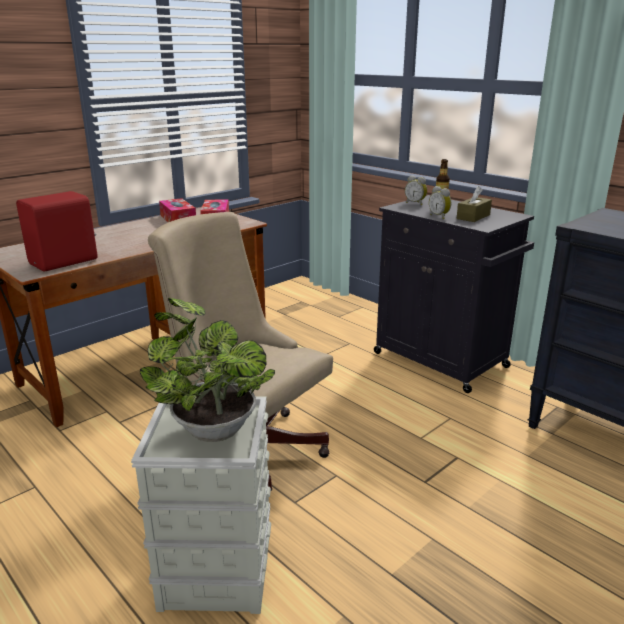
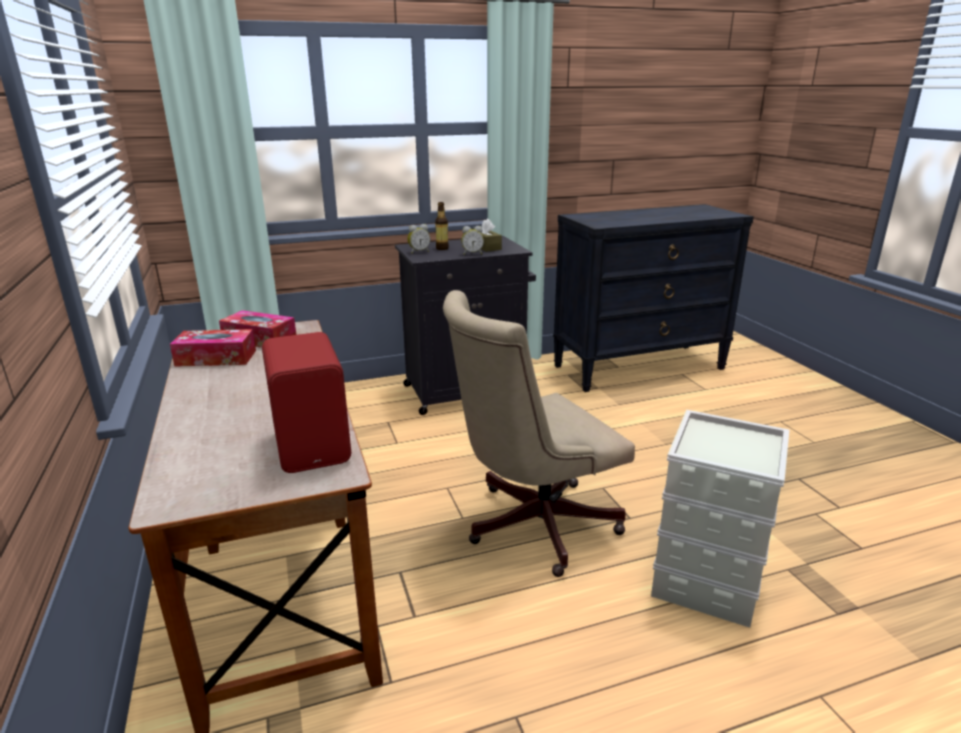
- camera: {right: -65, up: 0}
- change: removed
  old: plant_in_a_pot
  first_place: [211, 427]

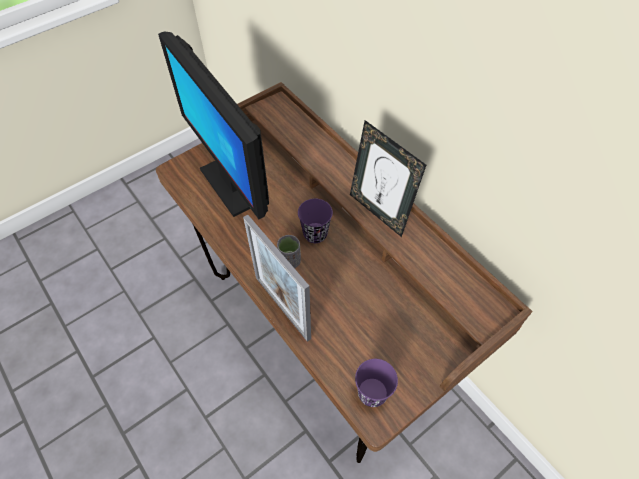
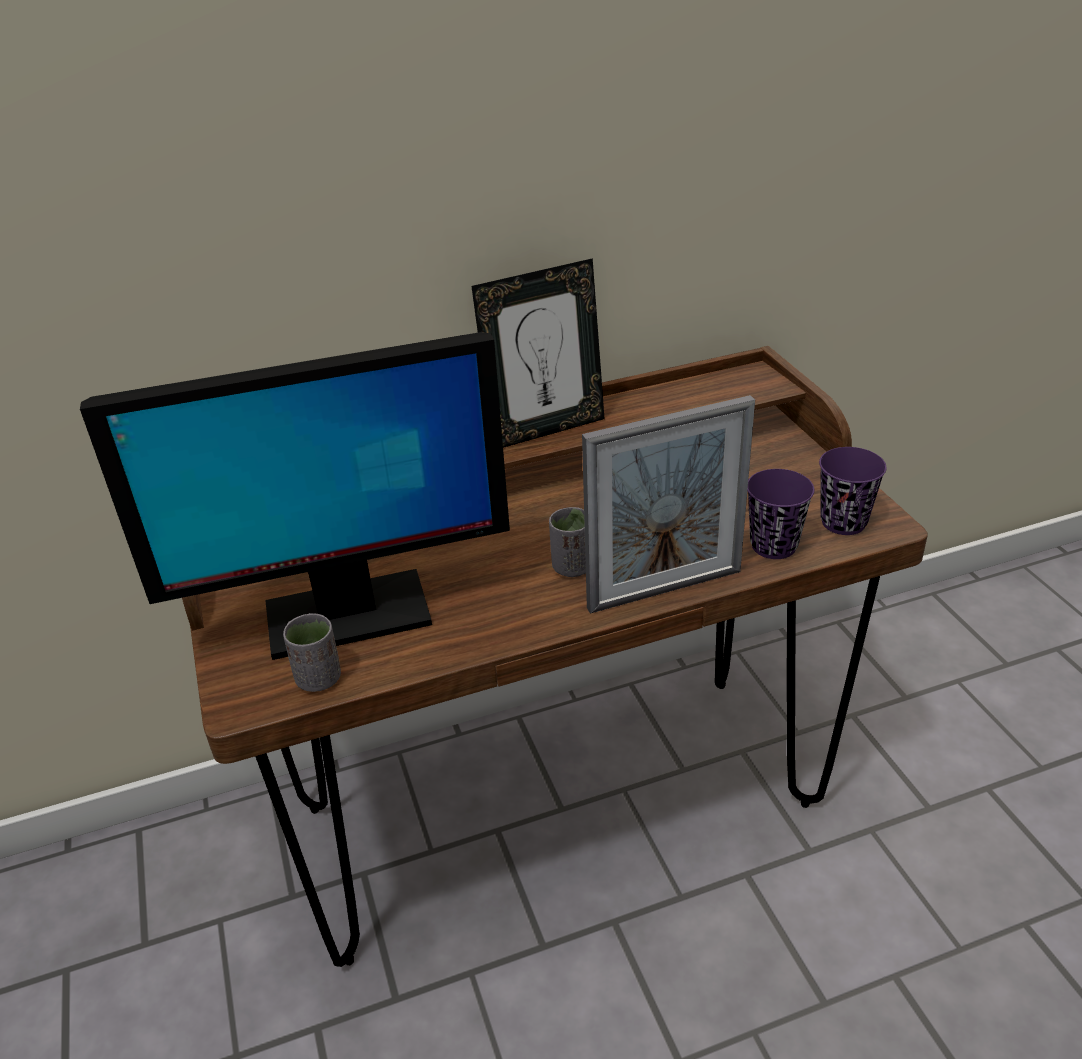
- camera: {right: -70, up: -20}
- change: moved
  old: purple-coloured_drinking_cup
  first_place: [315, 234]
  second_place: [773, 545]
- change: added
  new: grey_drinking_cup
  second_place: [319, 679]

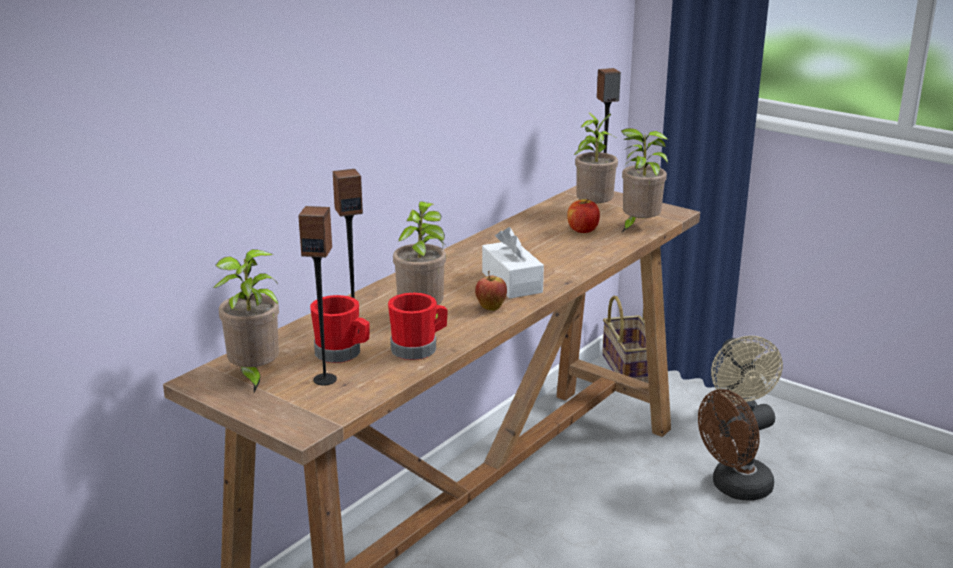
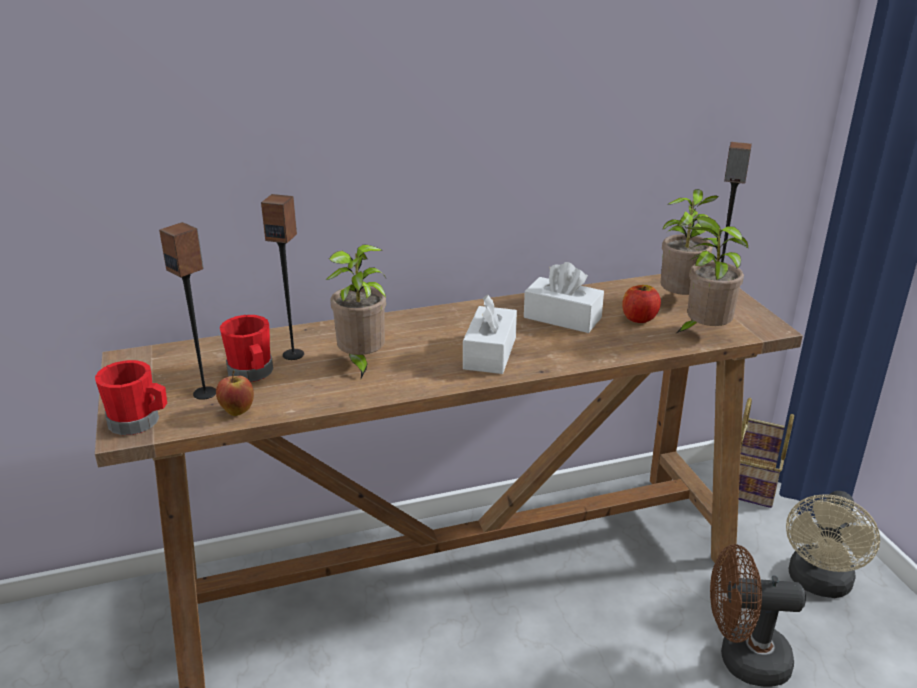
- camera: {right: 35, up: 5}
- change: removed
  old: plant_in_a_pot
  first_place: [254, 376]
- change: moved
  old: red_mug
  first_place: [419, 348]
  second_place: [139, 422]
- change: moved
  old: apple
  first_place: [491, 308]
  second_place: [237, 411]
- change: added
  new: whitish_tissue_box
  second_place: [562, 318]

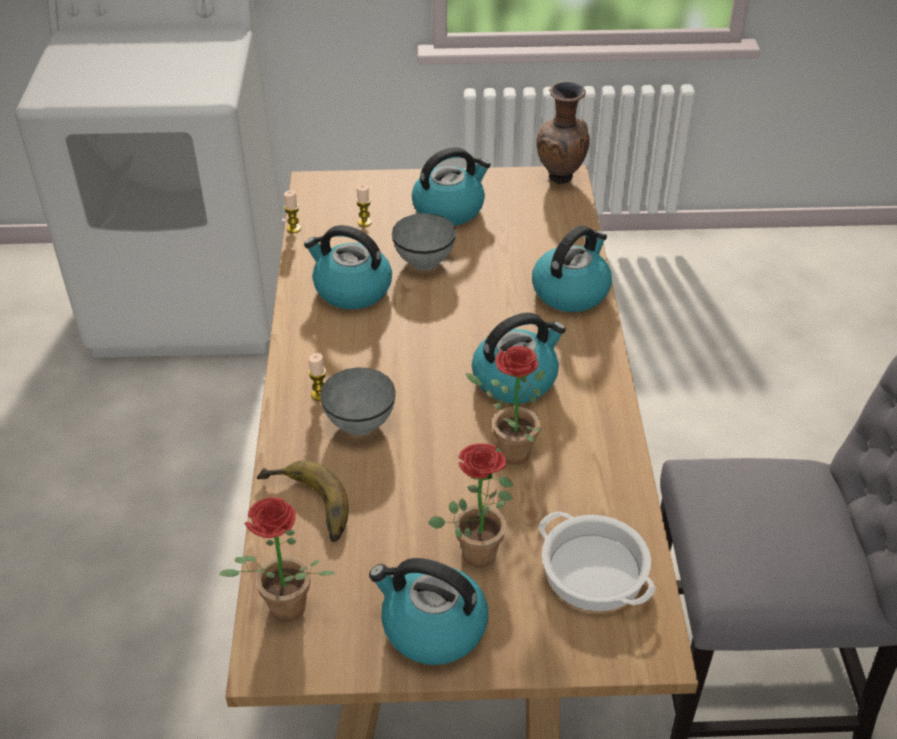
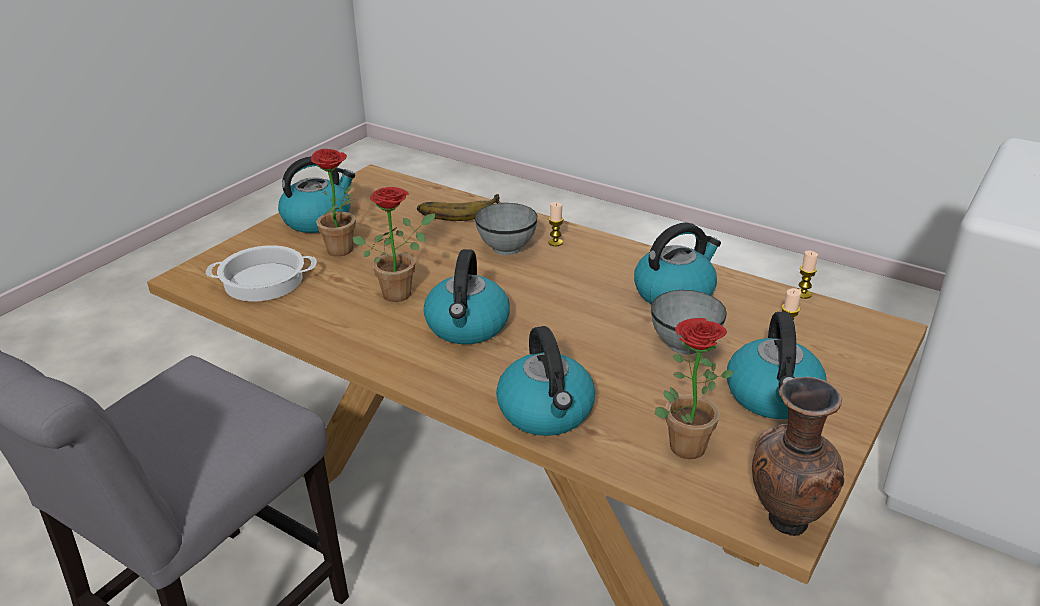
- camera: {right: 125, up: -10}
- change: moved
  old: plant_in_a_pot
  first_place: [282, 612]
  second_place: [683, 441]

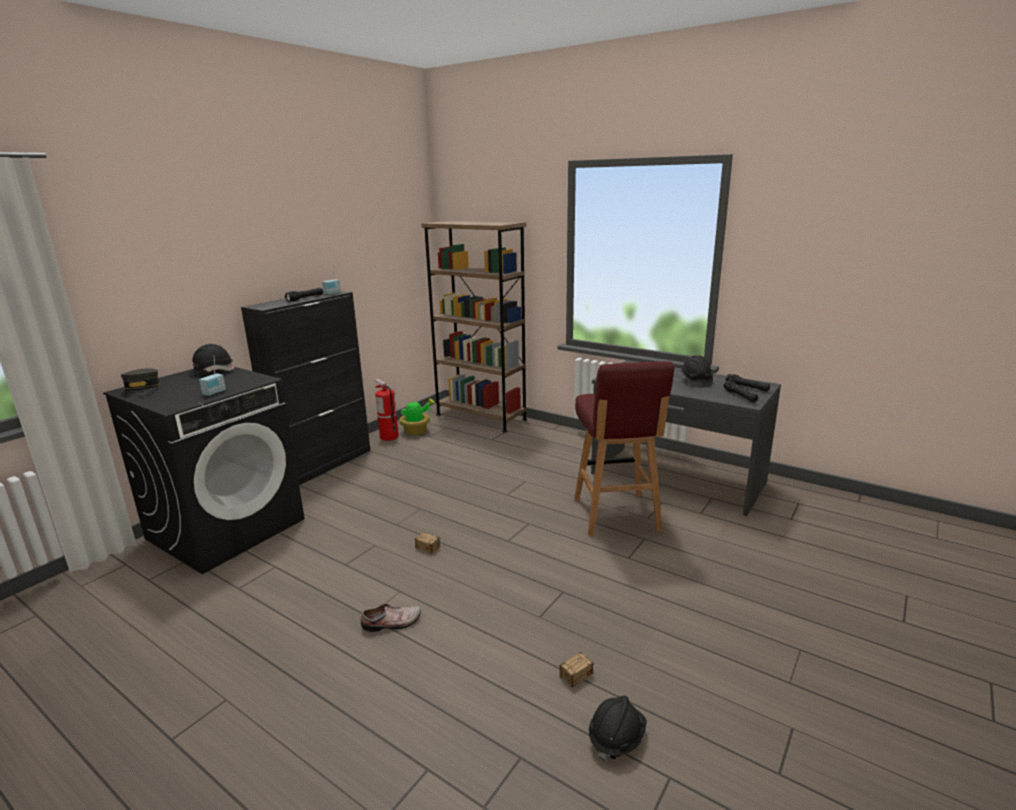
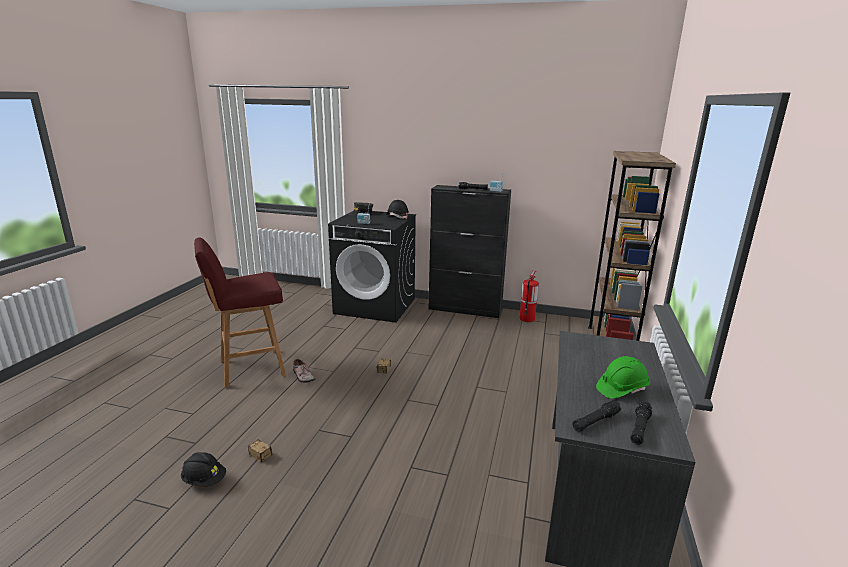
- camera: {right: 70, up: 0}
- change: removed
  old: plant_in_a_pot
  first_place: [416, 431]
- change: moved
  old: red_stool
  first_place: [616, 515]
  second_place: [250, 368]
- change: recoloured
  old: black_work_helmet
  new: greenish_work_helmet
  first_place: [696, 381]
  second_place: [621, 389]

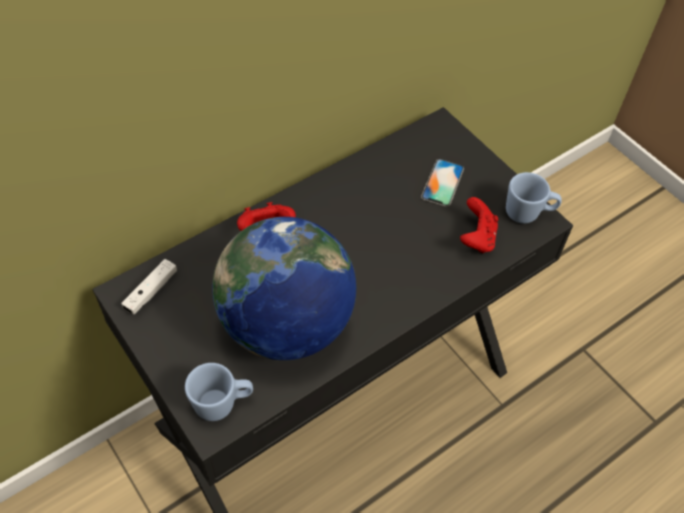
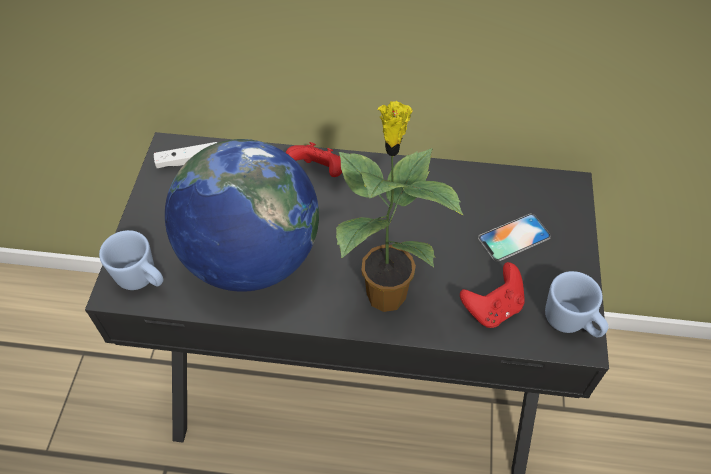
- camera: {right: 45, up: 0}
- change: added
  new: plant_in_a_pot
  second_place: [385, 292]

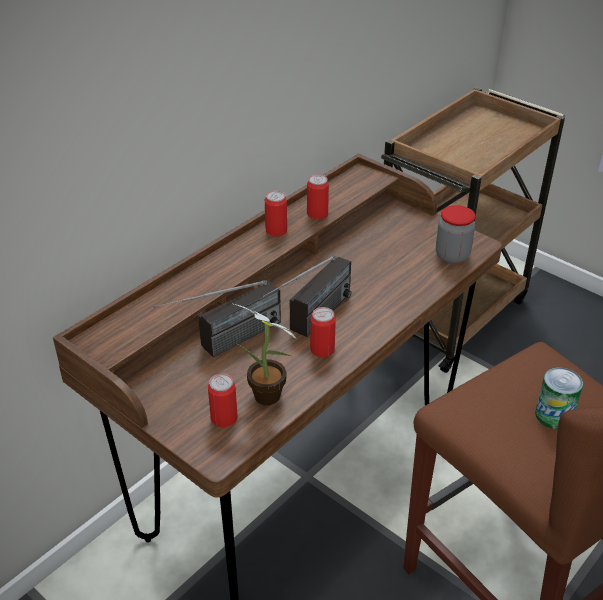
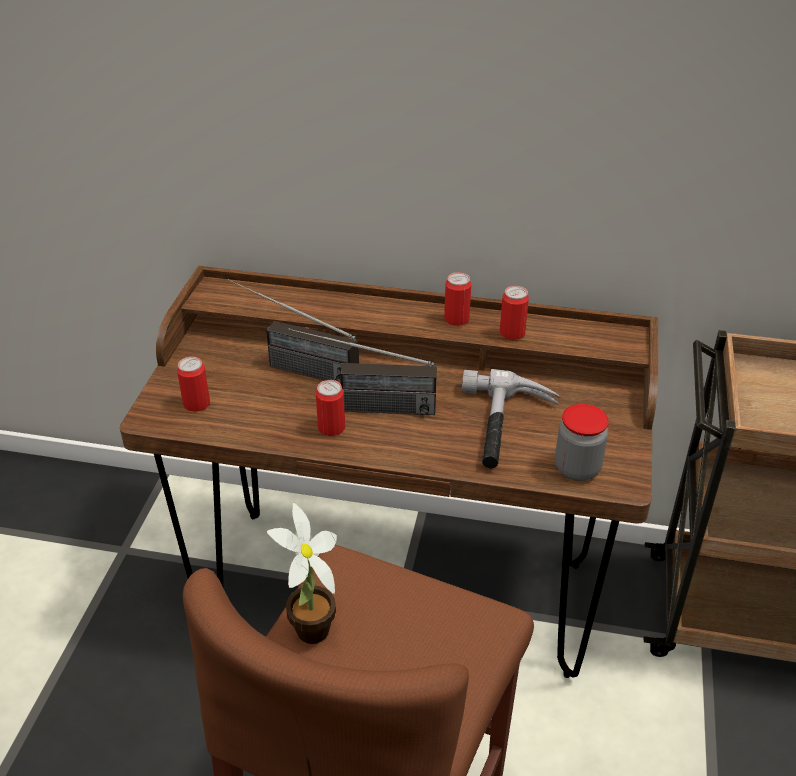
- camera: {right: 60, up: 0}
- change: moved
  old: plant_in_a_pot
  first_place: [270, 399]
  second_place: [309, 635]
- change: removed
  old: metal_can
  first_place: [553, 415]
- change: added
  new: hand_hammer
  second_place: [506, 427]

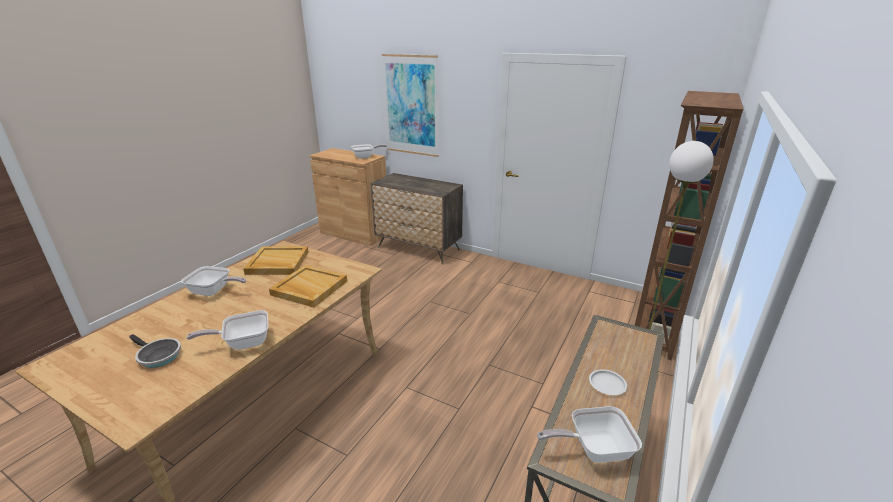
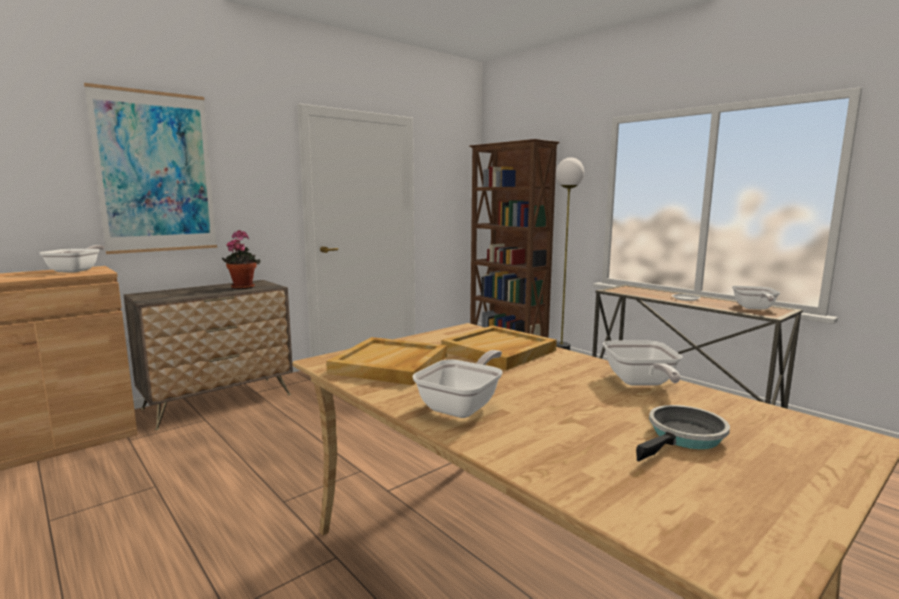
- camera: {right: -70, up: -15}
- change: added
  new: plant_in_a_pot
  second_place: [243, 287]

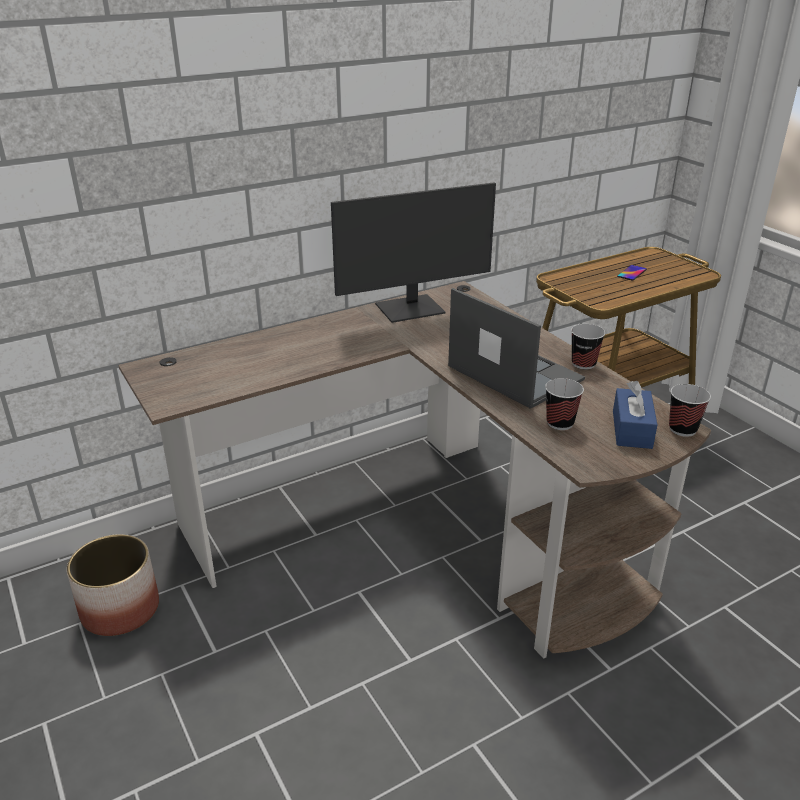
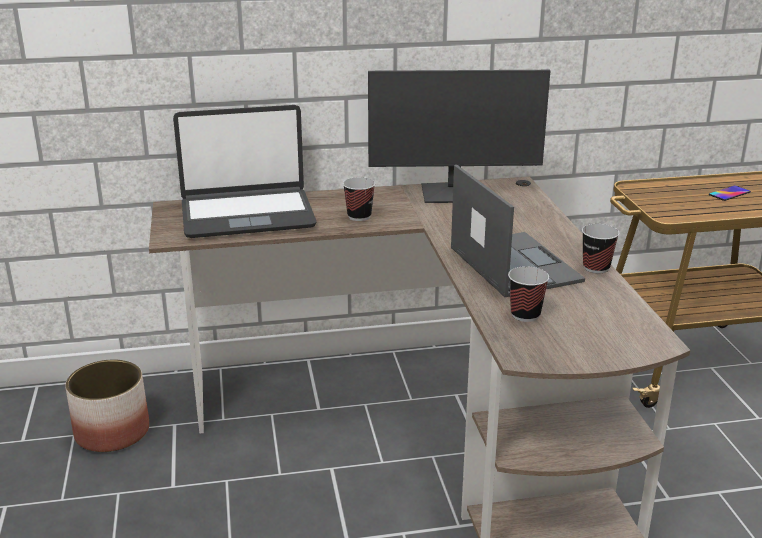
- camera: {right: 20, up: -5}
- change: removed
  old: bluish_tissue_box
  first_place: [632, 429]
- change: moved
  old: drinking_cup
  first_place: [682, 429]
  second_place: [359, 216]
- change: added
  new: notebook_computer
  second_place: [247, 214]

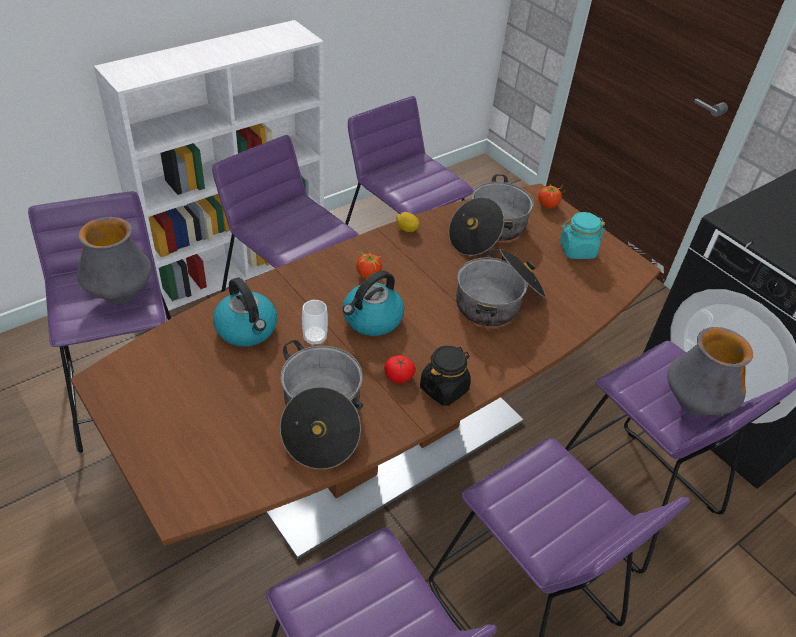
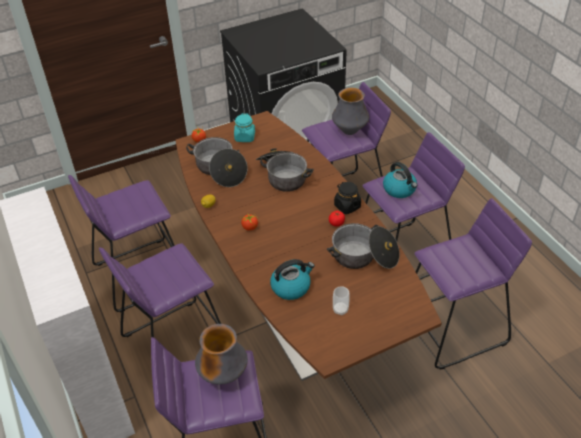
- camera: {right: -75, up: 0}
- change: moved
  old: drinking_cup
  first_place: [315, 338]
  second_place: [340, 310]
- change: moved
  old: kettle
  first_place: [371, 319]
  second_place: [400, 189]

